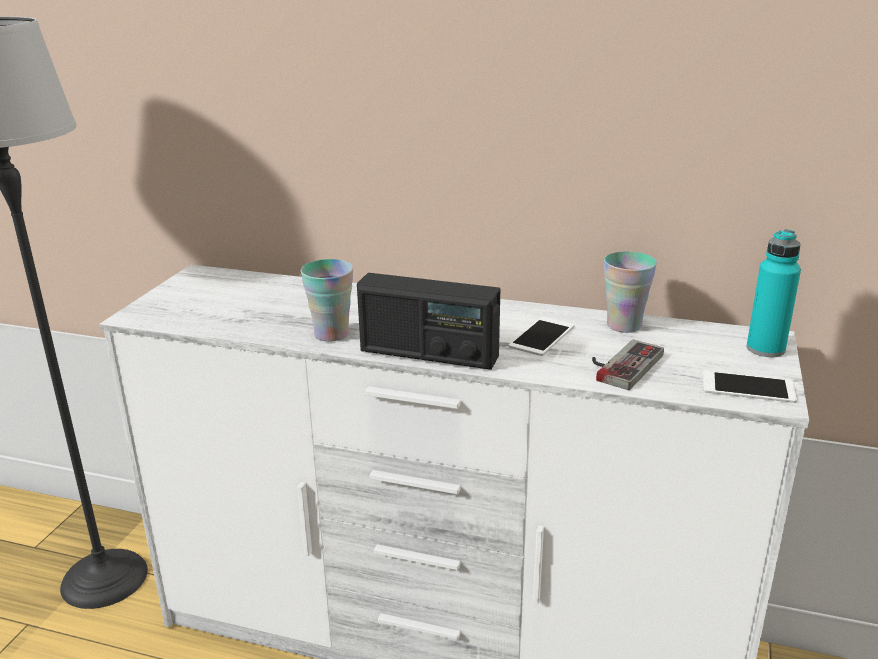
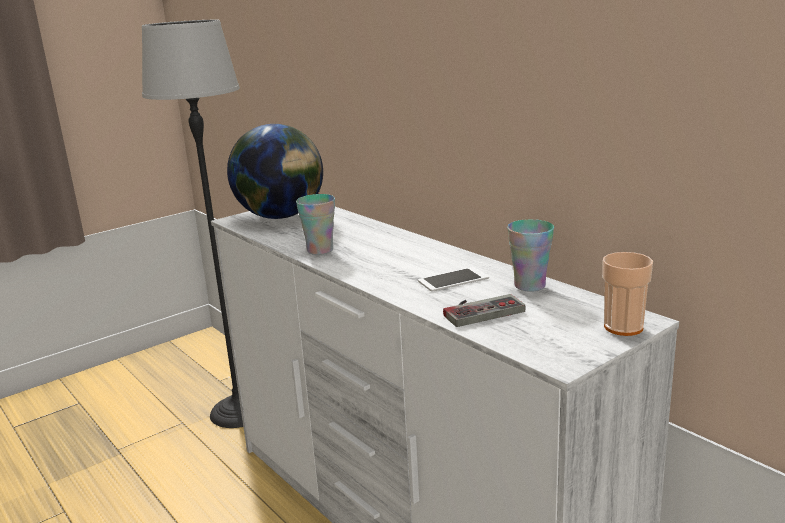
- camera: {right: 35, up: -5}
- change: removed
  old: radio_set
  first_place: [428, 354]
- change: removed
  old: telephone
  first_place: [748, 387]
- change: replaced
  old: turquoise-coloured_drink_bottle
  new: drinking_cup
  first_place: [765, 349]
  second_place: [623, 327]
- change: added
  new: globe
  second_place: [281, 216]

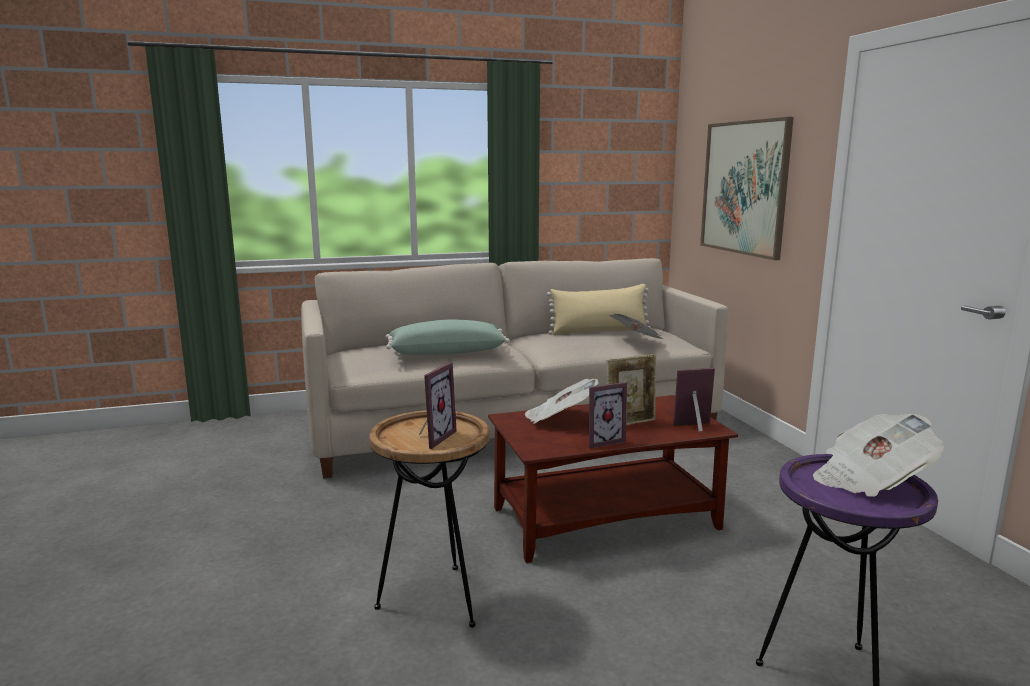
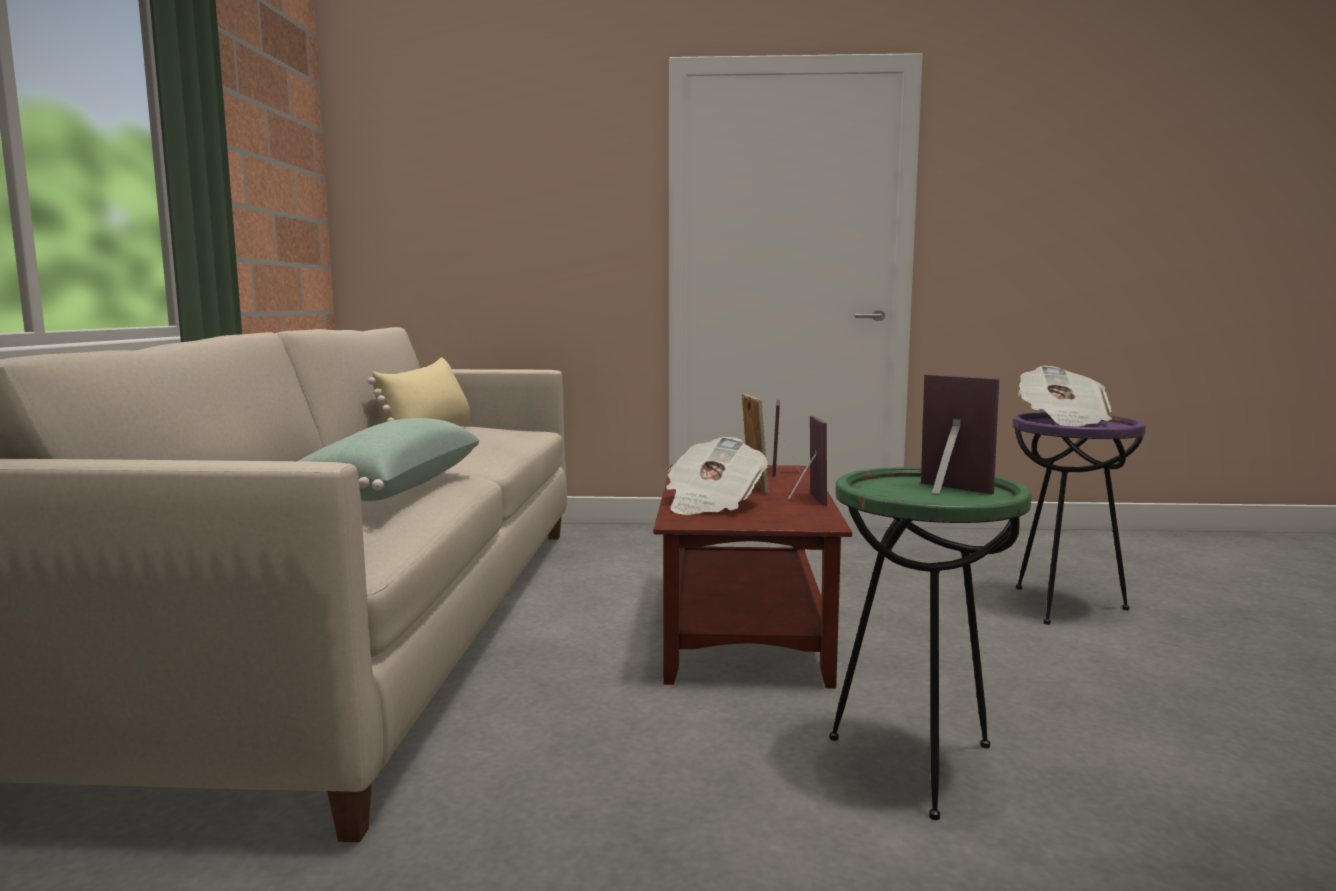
- camera: {right: -70, up: -5}
- change: recoloured
  old: brown-coloured_accent_table
  new: greenish_accent_table
  first_place: [435, 599]
  second_place: [916, 764]
- change: removed
  old: printed_paper
  first_place: [637, 341]
- change: removed
  old: wall_picture
  first_place: [744, 187]

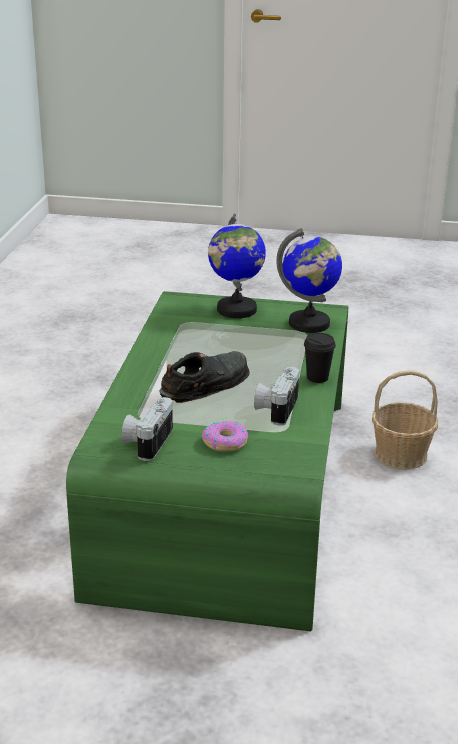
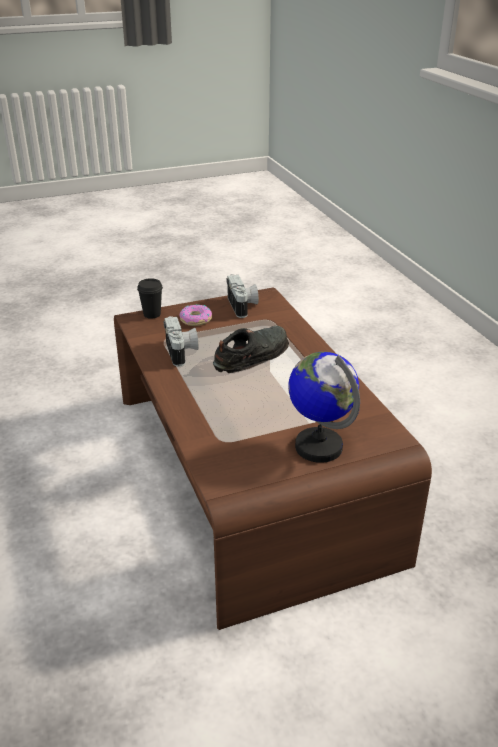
- camera: {right: 150, up: 5}
- change: recoloured
  old: greenish_lounge_table
  new: brown-coloured_lounge_table
  first_place: [227, 490]
  second_place: [248, 473]
- change: turned
  old: black_low_shoe
  first_place: [206, 384]
  second_place: [252, 355]
  degrees: -150
- change: removed
  old: globe
  first_place: [309, 324]
- change: moved
  old: black_drinking_cup
  first_place: [317, 378]
  second_place: [152, 314]
- change: removed
  old: household_basket
  first_place: [401, 455]

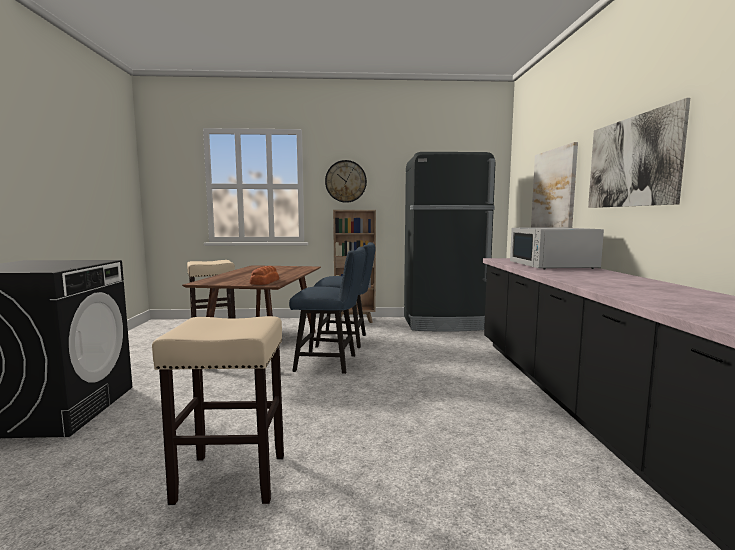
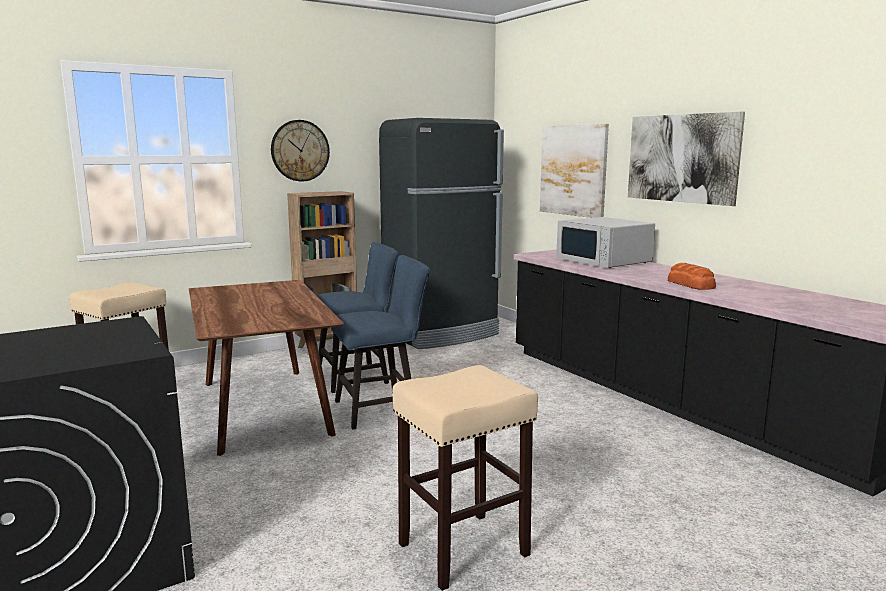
- camera: {right: -30, up: 5}
- change: moved
  old: baked_bread
  first_place: [264, 282]
  second_place: [691, 285]

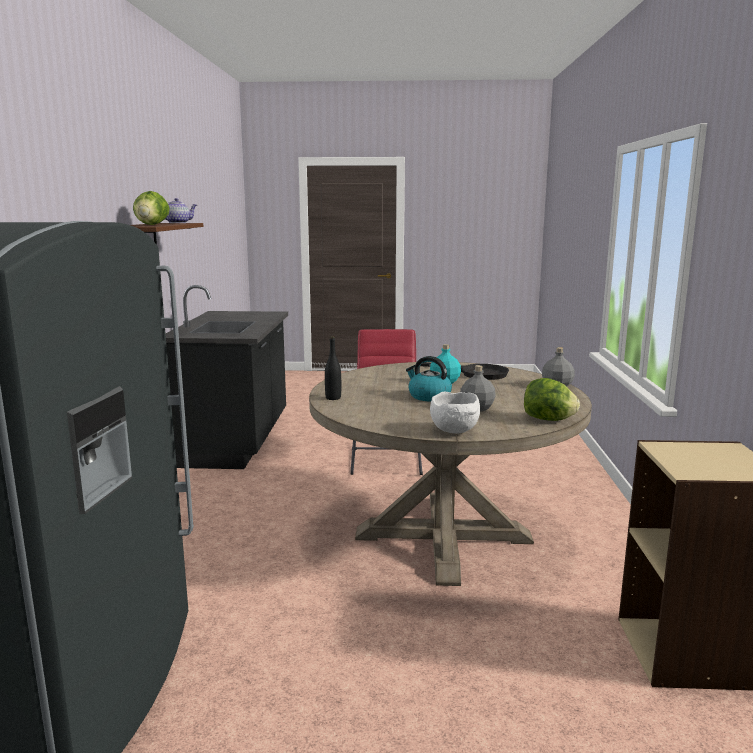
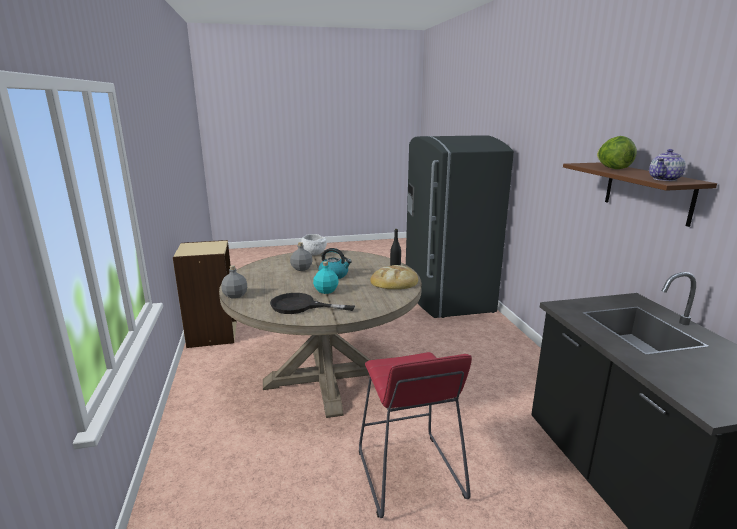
- camera: {right: 165, up: 5}
- change: removed
  old: lettuce
  first_place: [548, 420]
- change: added
  new: baked_bread
  second_place: [394, 281]

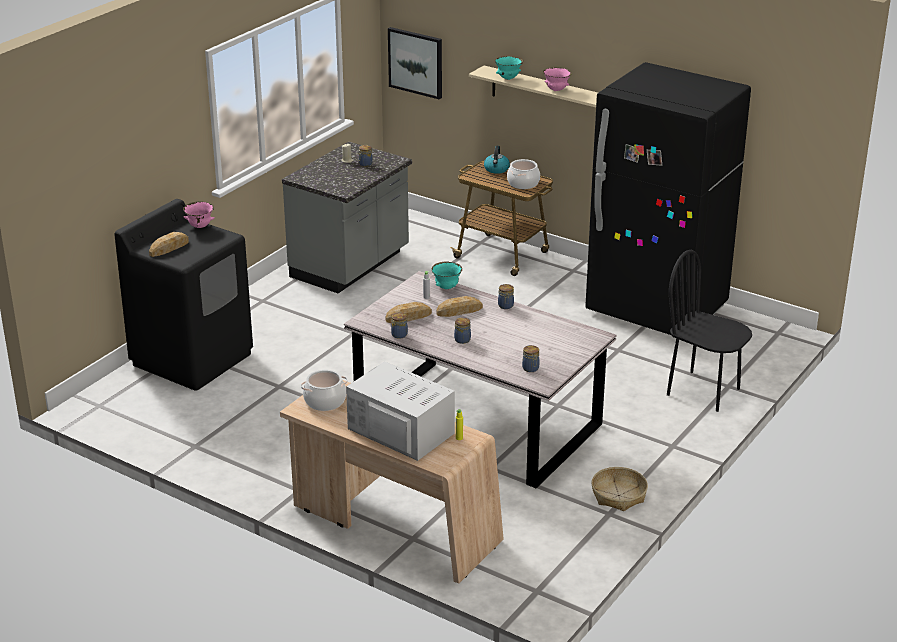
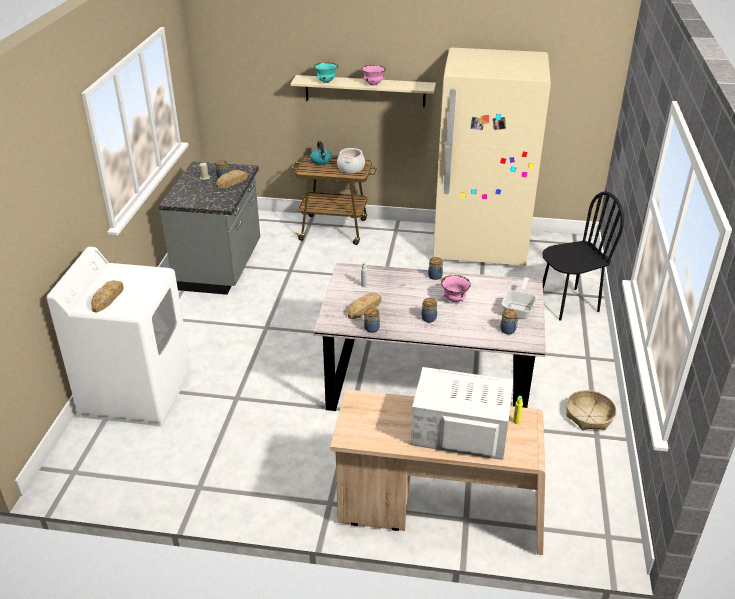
- camera: {right: -25, up: 5}
- change: recoloured
  old: black_laundry_appliance
  new: whitish_laundry_appliance
  first_place: [192, 358]
  second_place: [137, 393]
- change: moved
  old: pink-coloured_serving_bowl
  first_place: [199, 226]
  second_place: [454, 300]
- change: removed
  old: cooking_pot
  first_place: [324, 401]
- change: removed
  old: wall_picture
  first_place: [416, 62]
- change: removed
  old: turquoise-coloured_serving_bowl
  first_place: [447, 287]
- change: moved
  old: baked_bread
  first_place: [459, 311]
  second_place: [232, 182]
- change: recoloured
  old: black_kitchen_fridge
  new: beige-coloured_kitchen_fridge
  first_place: [657, 310]
  second_place: [480, 247]
- change: turned
  old: black_chair
  first_place: [703, 391]
  second_place: [568, 304]
  degrees: 150
- change: added
  new: skillet
  second_place: [519, 309]

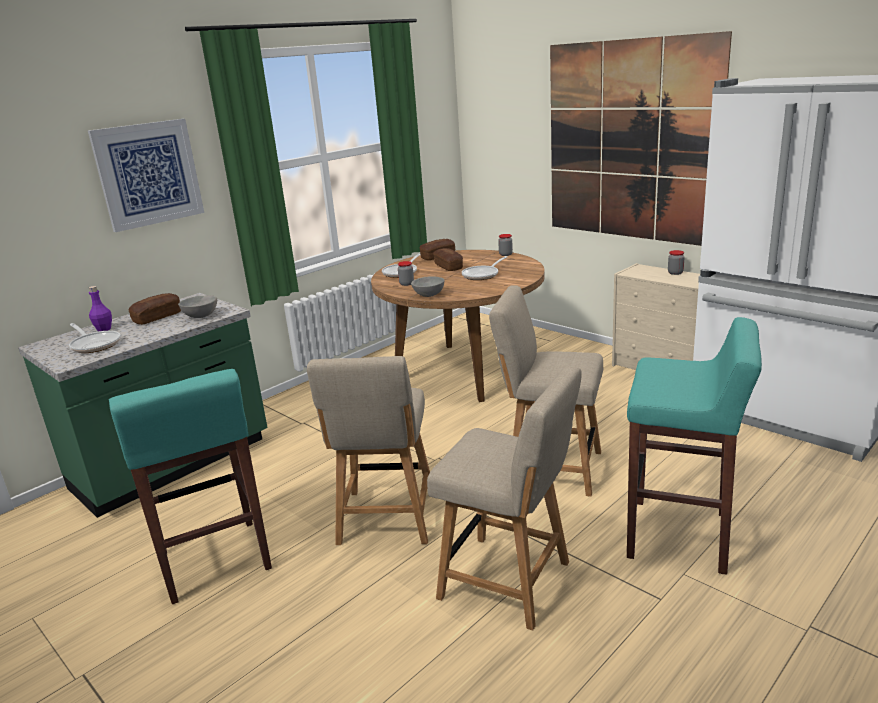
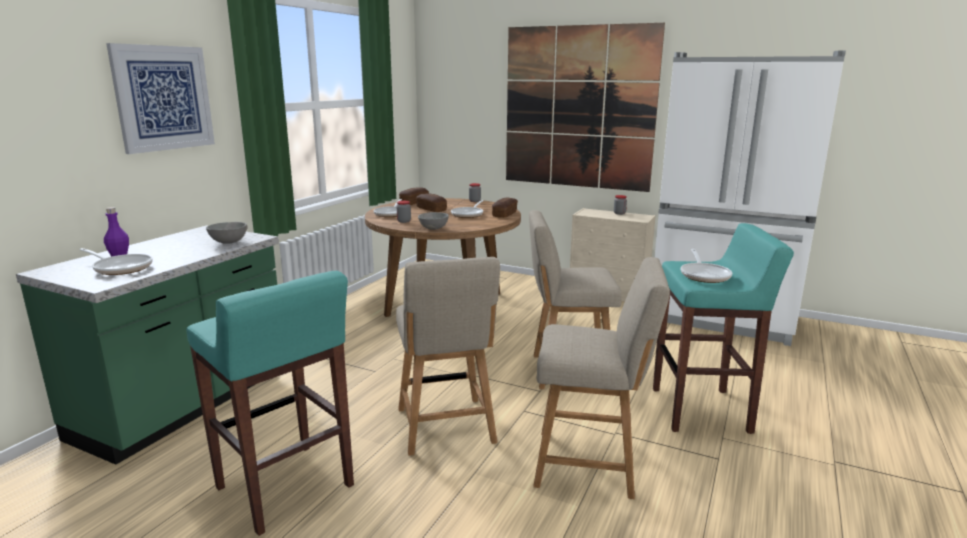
- camera: {right: -20, up: -5}
- change: moved
  old: baked_bread
  first_place: [157, 317]
  second_place: [504, 214]
- change: added
  new: skillet
  second_place: [704, 275]

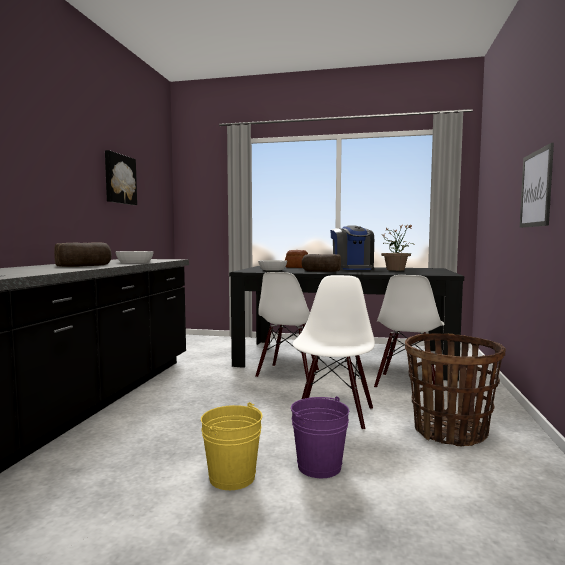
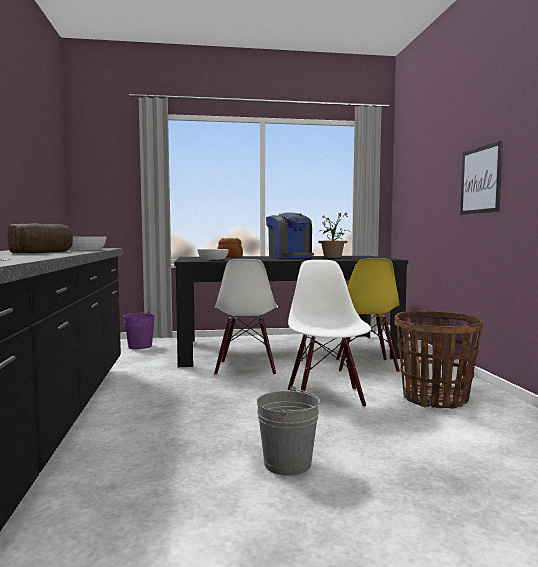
- camera: {right: -20, up: 0}
- change: removed
  old: wall_picture
  first_place: [119, 179]
- change: recoloured
  old: yellowish_water_bucket
  new: grey_water_bucket
  first_place: [232, 477]
  second_place: [287, 464]
- change: moved
  old: purple-coloured_water_bucket
  first_place: [319, 466]
  second_place: [140, 346]
- change: removed
  old: baked_bread
  first_place: [320, 271]
- change: recoloured
  old: whitish_chair
  new: yellowish_chair
  first_place: [407, 384]
  second_place: [365, 365]

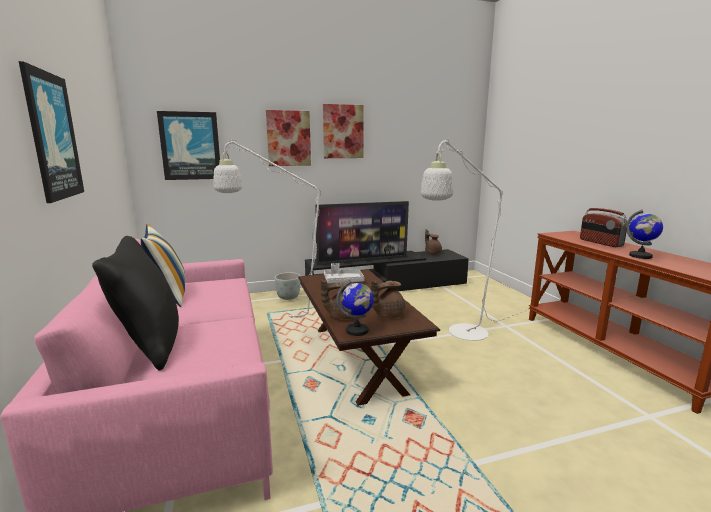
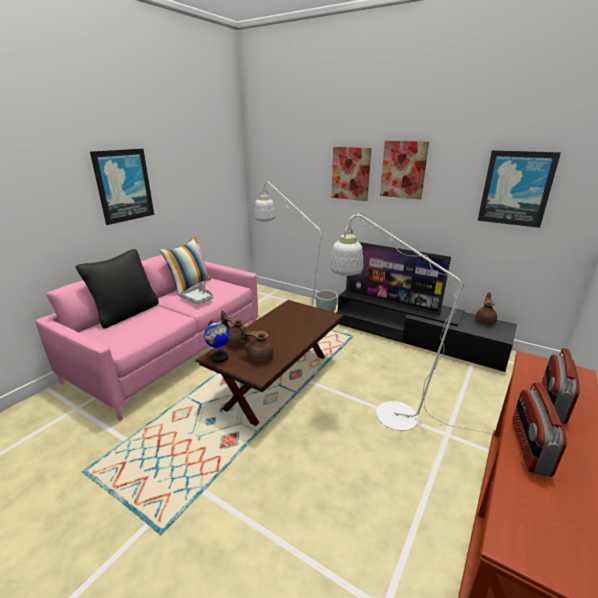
- camera: {right: 50, up: 10}
- change: moved
  old: wall_picture
  first_place: [190, 146]
  second_place: [516, 188]
- change: moved
  old: grey_serving_tray
  first_place: [343, 281]
  second_place: [198, 299]
- change: replaced
  old: globe
  new: radio_set
  first_place: [640, 256]
  second_place: [529, 447]

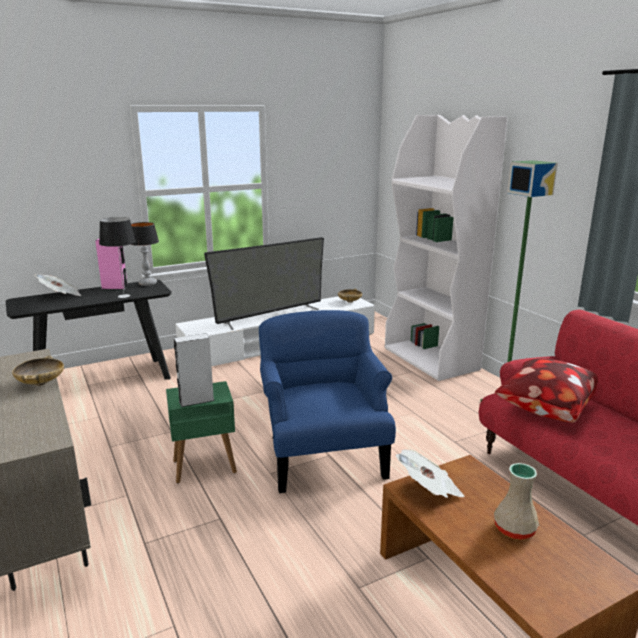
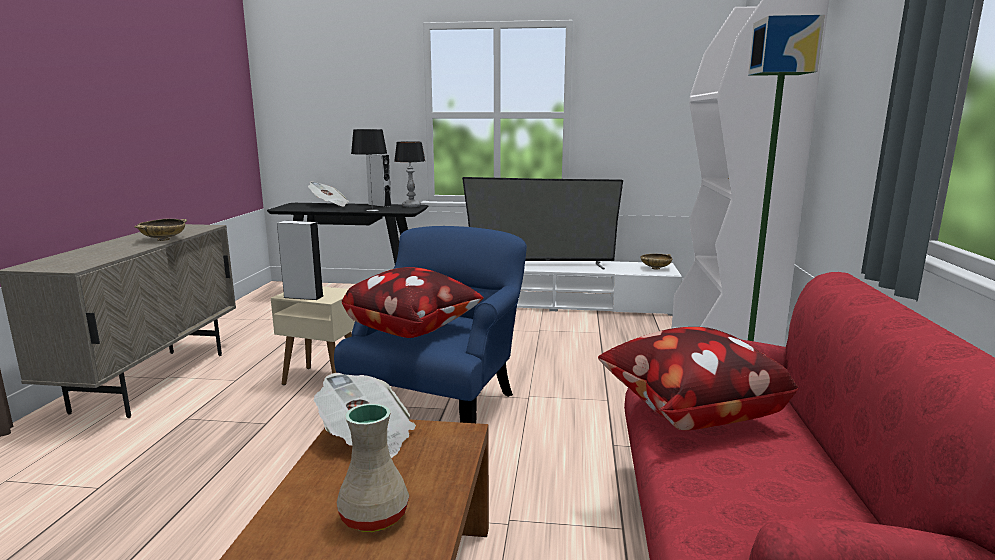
- camera: {right: 35, up: -5}
- change: recoloured
  old: pink-coloured_speaker
  new: grey_speaker
  first_place: [114, 287]
  second_place: [379, 205]
- change: recoloured
  old: greenish_accent_table
  new: beige-coloured_accent_table
  first_place: [203, 467]
  second_place: [321, 380]
- change: added
  new: pillow
  second_place: [412, 329]

